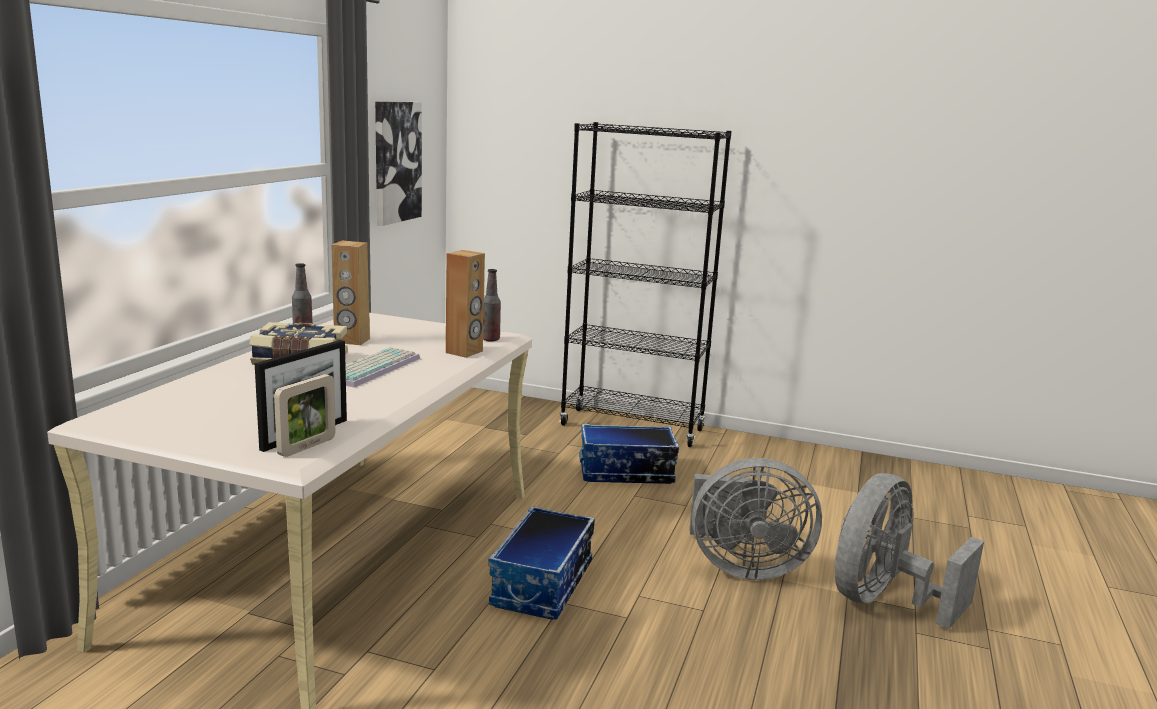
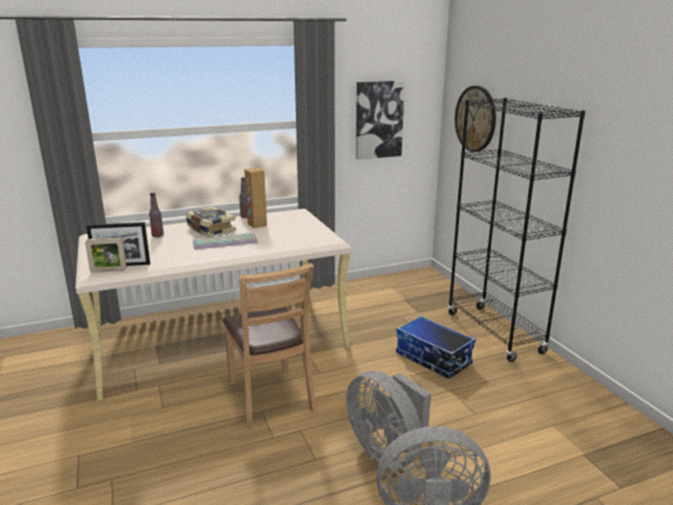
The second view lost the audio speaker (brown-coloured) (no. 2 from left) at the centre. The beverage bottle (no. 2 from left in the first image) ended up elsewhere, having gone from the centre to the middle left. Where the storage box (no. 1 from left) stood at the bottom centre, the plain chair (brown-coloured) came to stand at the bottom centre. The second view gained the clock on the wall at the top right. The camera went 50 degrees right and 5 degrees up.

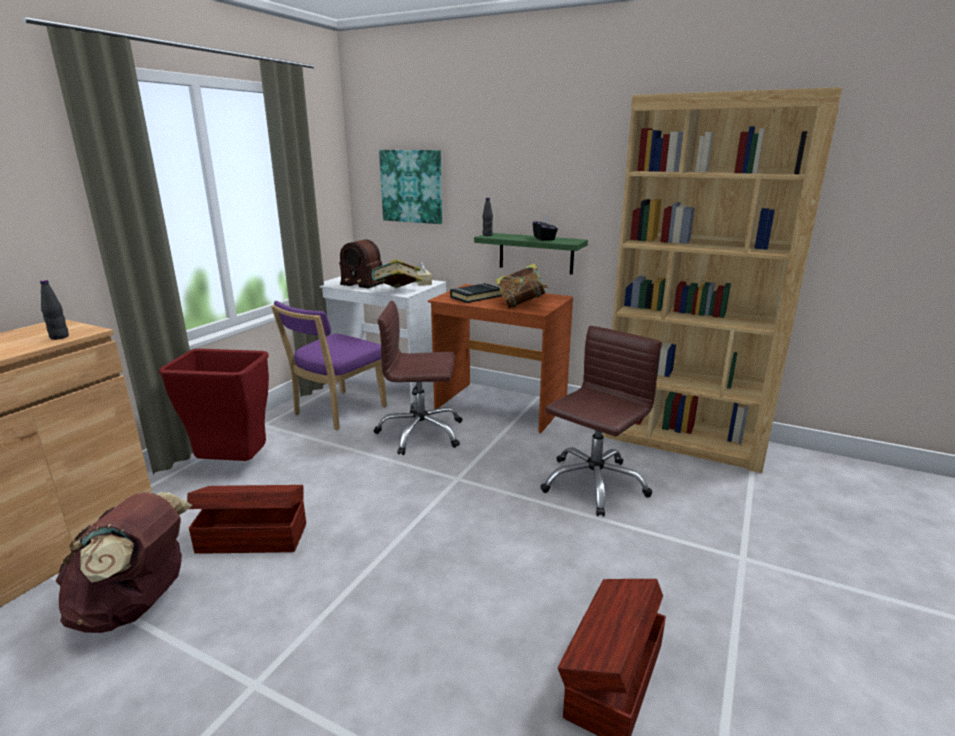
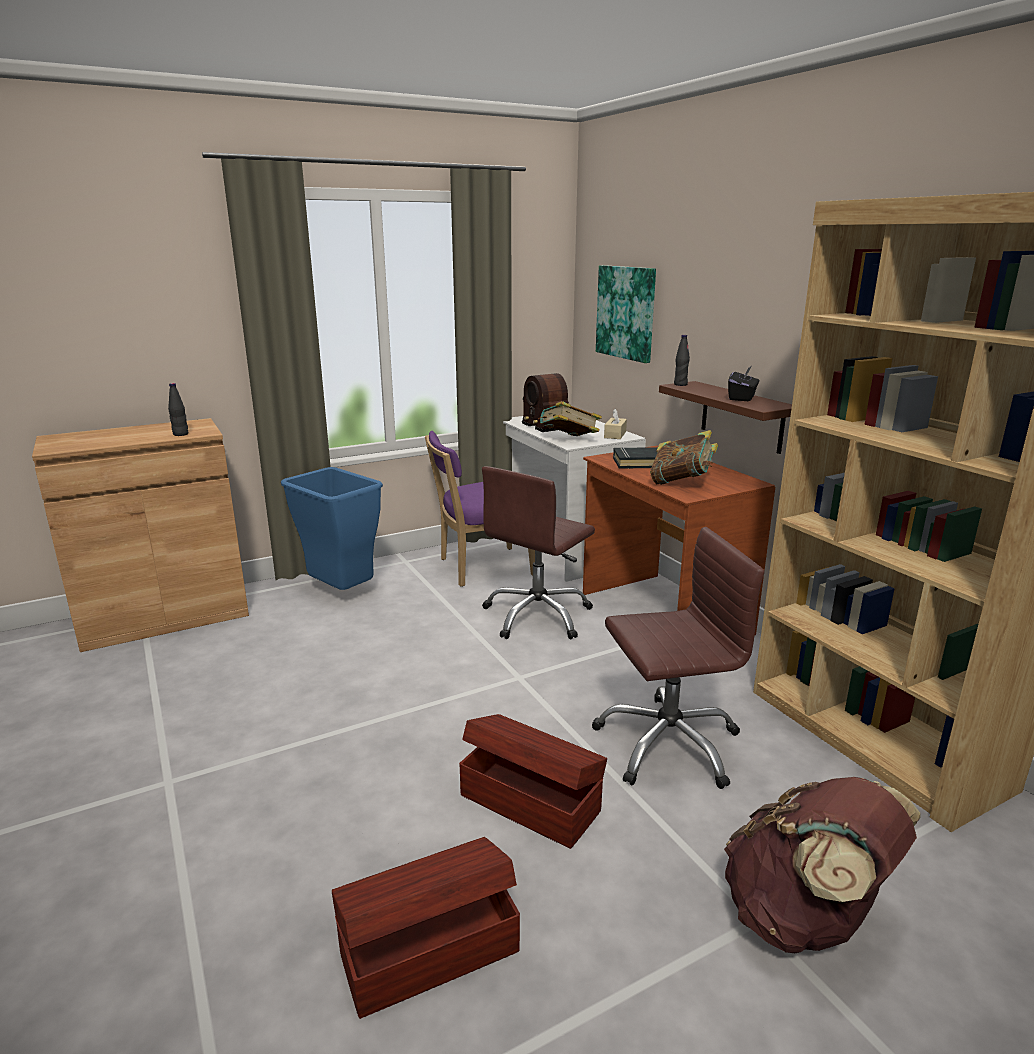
The backpack (brown-coloured) ended up elsewhere, having gone from the bottom left to the bottom right. What was the trash can (red) at the middle left turned into the trash can (blue-coloured) at the middle left. The storage box (brown-coloured) (no. 1 from left in the first image) ended up elsewhere, having gone from the bottom left to the bottom centre. The computer chair (brown-coloured) (no. 1 from left) at the centre ended up facing another way, 90 degrees counterclockwise from before. What was the wall shelf (green-coloured) at the centre turned into the wall shelf (brown-coloured) at the middle right. The camera went 35 degrees right and 0 degrees up.

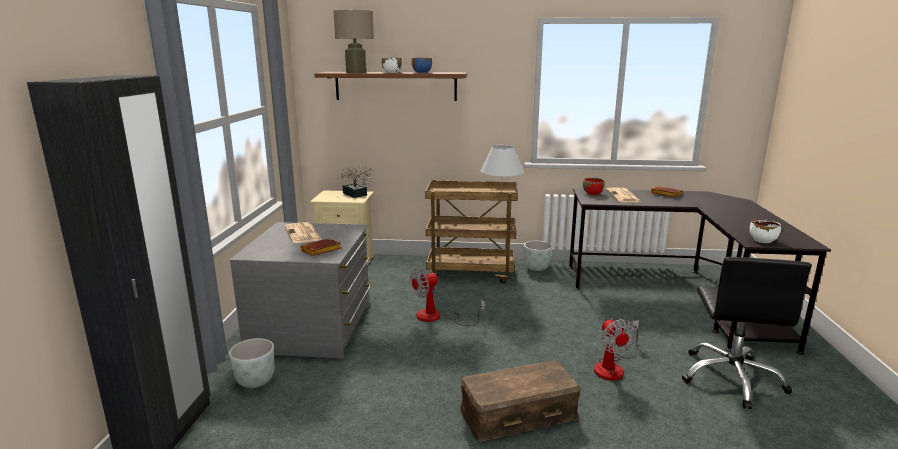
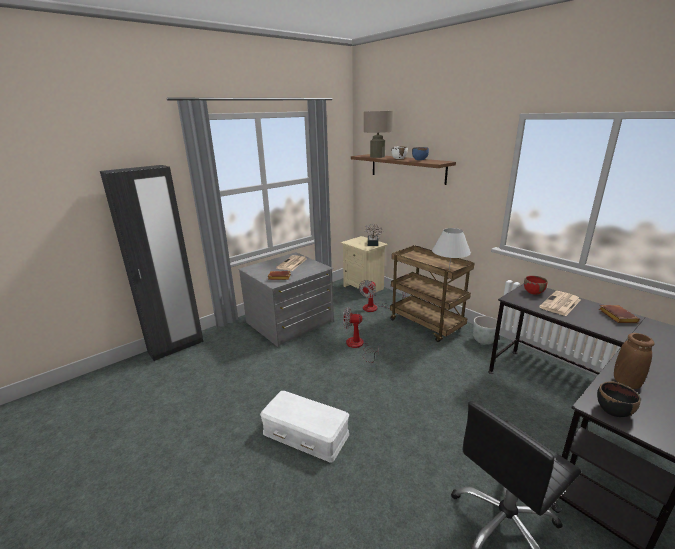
The second view lost the planter (gray) (no. 1 from left) at the bottom left. What was the storage box (brown-coloured) at the bottom centre turned into the storage box (white) at the bottom centre. The fan (no. 2 from left) ended up elsewhere, having gone from the bottom right to the centre. What was the deep dish (white) (no. 2 from left) at the middle right turned into the deep dish (blackish) at the bottom right. The second view gained the flower vase (brown-coloured) at the middle right. The camera went 45 degrees right and 5 degrees up.

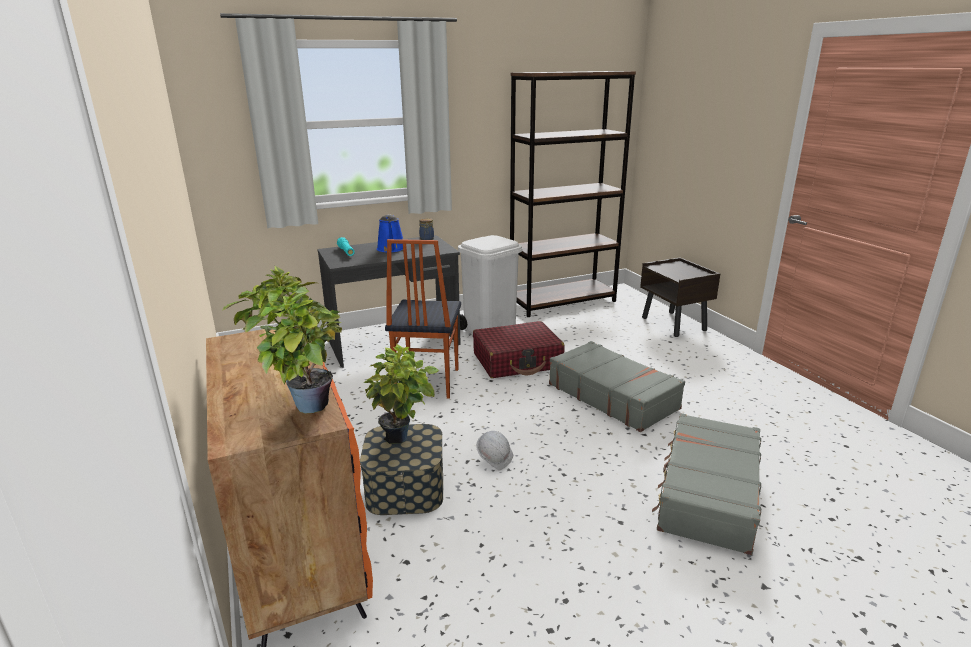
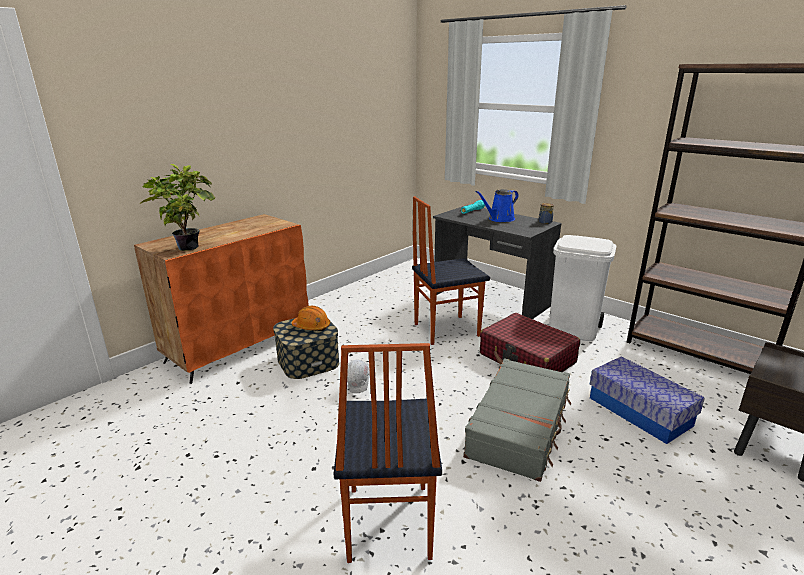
Where the plant in a pot (no. 2 from left) stood at the centre, the hard hat (orange) came to stand at the centre. Where the travel case (gray) (no. 2 from left) stood at the bottom right, the plain chair (no. 1 from left) came to stand at the bottom centre. The second view gained the storage box (no. 2 from left) at the bottom right. The camera went 65 degrees right and 0 degrees up.

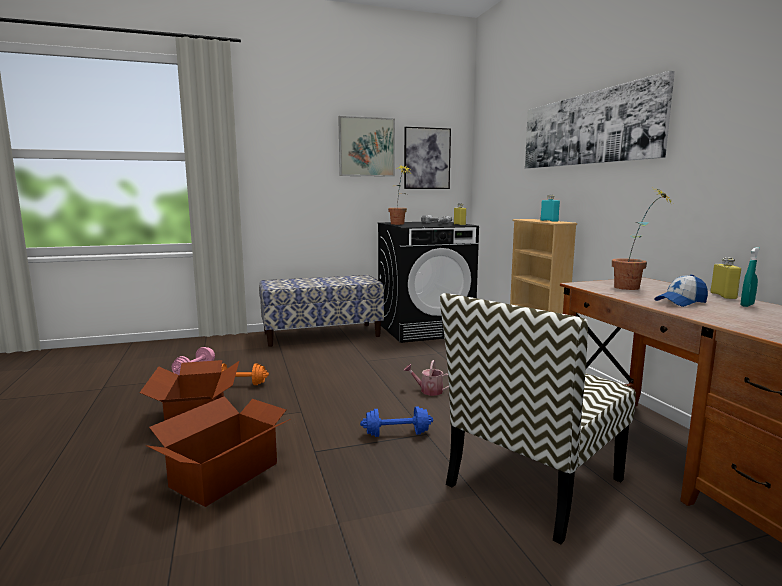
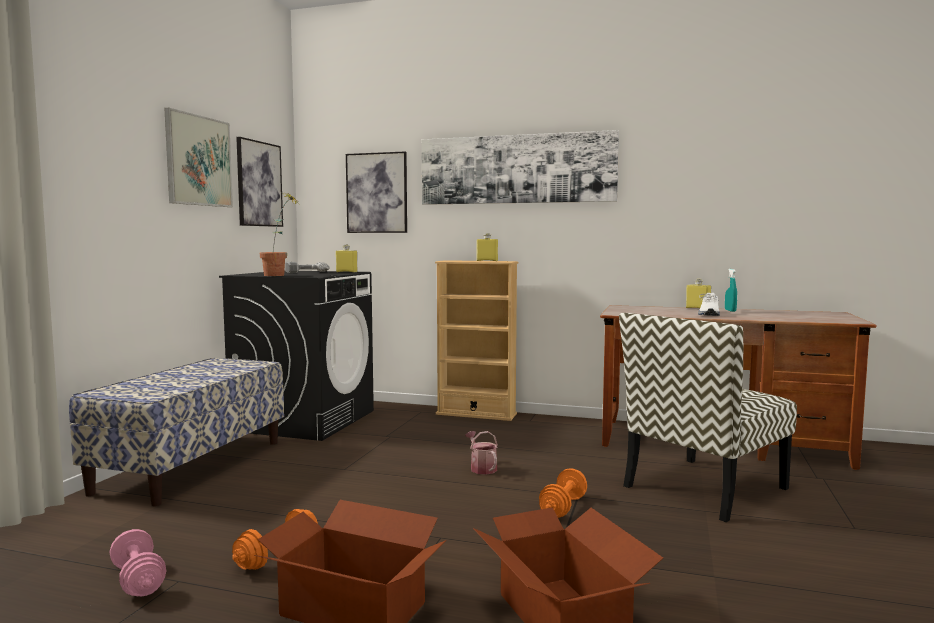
What was the hand weight (blue-coloured) at the bottom centre turned into the hand weight (orange) (no. 2 from left) at the bottom centre. The watering can at the centre ended up facing another way, 105 degrees clockwise from before. The plain chair at the bottom right ended up facing another way, 60 degrees clockwise from before. What was the beverage bottle (turquoise-coloured) at the middle right turned into the beverage bottle (yellow) (no. 2 from left) at the centre. The second view lost the plant in a pot (no. 2 from left) at the middle right. Where the cap stood at the middle right, the item of footwear (white) came to stand at the middle right. The second view gained the wall art (no. 3 from left) at the top centre. The camera went 55 degrees left and 5 degrees down.

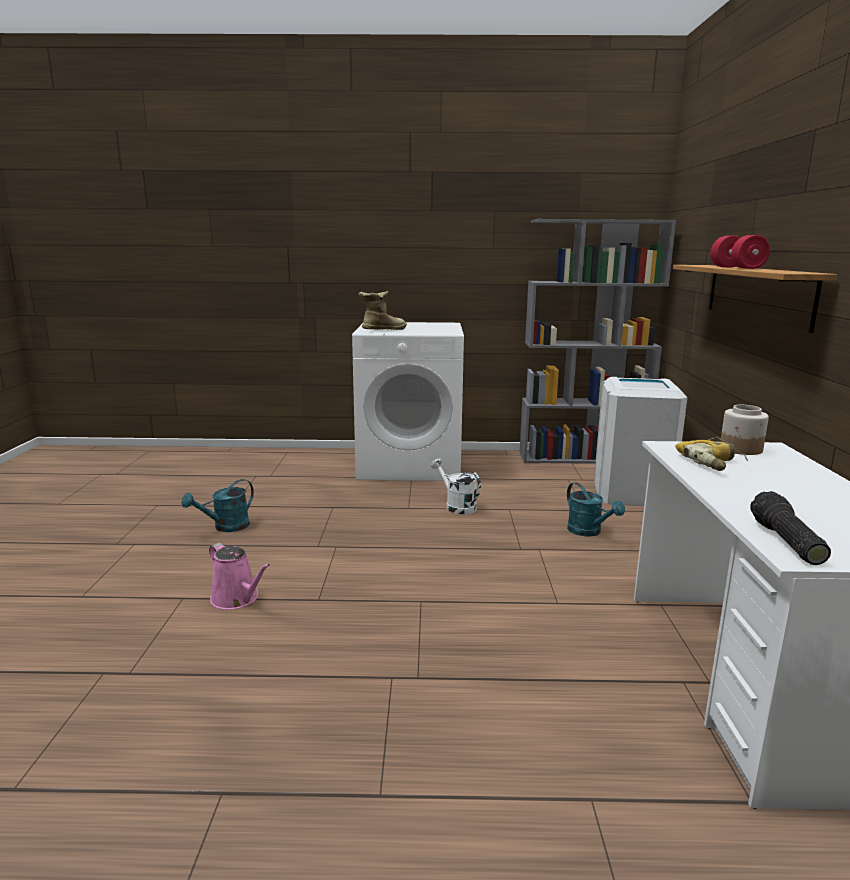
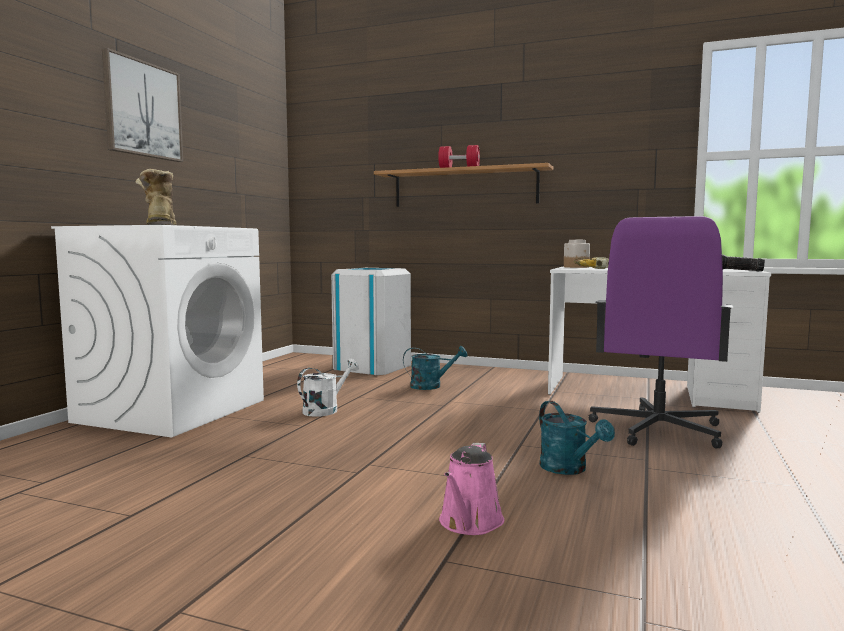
The watering can (turquoise-coloured) (no. 1 from left in the first image) ended up elsewhere, having gone from the middle left to the bottom right. The watering can (pink) at the middle left ended up facing another way, 135 degrees clockwise from before. The watering can (white) at the centre ended up facing another way, 150 degrees clockwise from before. The second view lost the bookshelf (gray) at the middle right. The second view gained the wall art at the top left. The second view gained the computer chair (purplish) at the middle right. The camera went 70 degrees left and 10 degrees down.

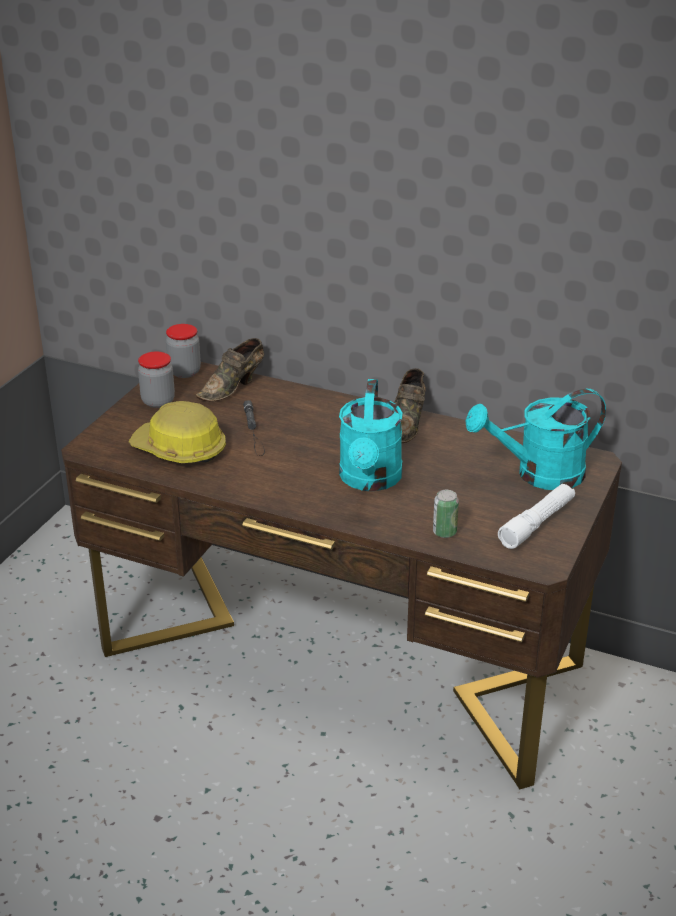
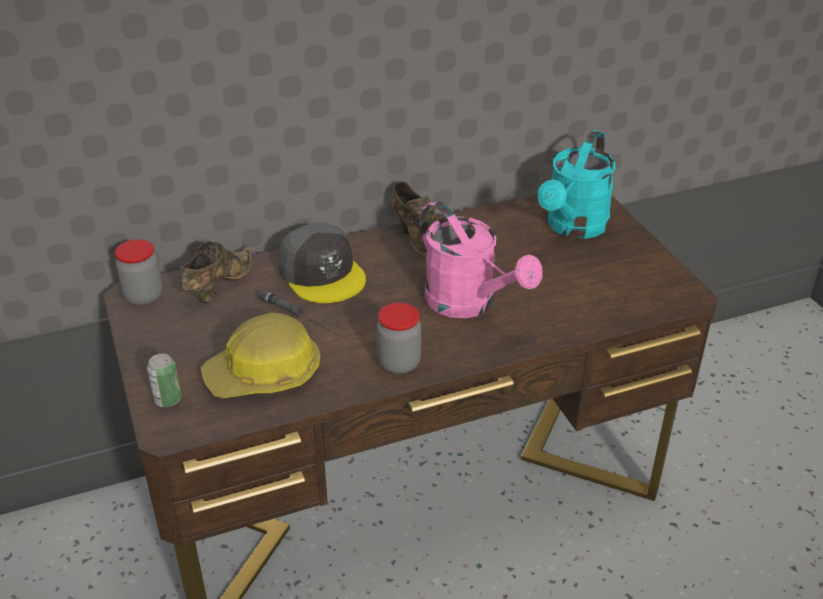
The jar (no. 1 from left in the first image) ended up elsewhere, having gone from the middle left to the centre. The item of footwear (brown-coloured) (no. 1 from left) at the centre ended up facing another way, 150 degrees counterclockwise from before. What was the watering can (turquoise-coloured) (no. 1 from left) at the centre turned into the watering can (pink) at the centre. The can ended up elsewhere, having gone from the centre to the middle left. The second view lost the flashlight (white) at the middle right. The second view gained the cap (gray) at the centre. The camera went 45 degrees left and 5 degrees up.

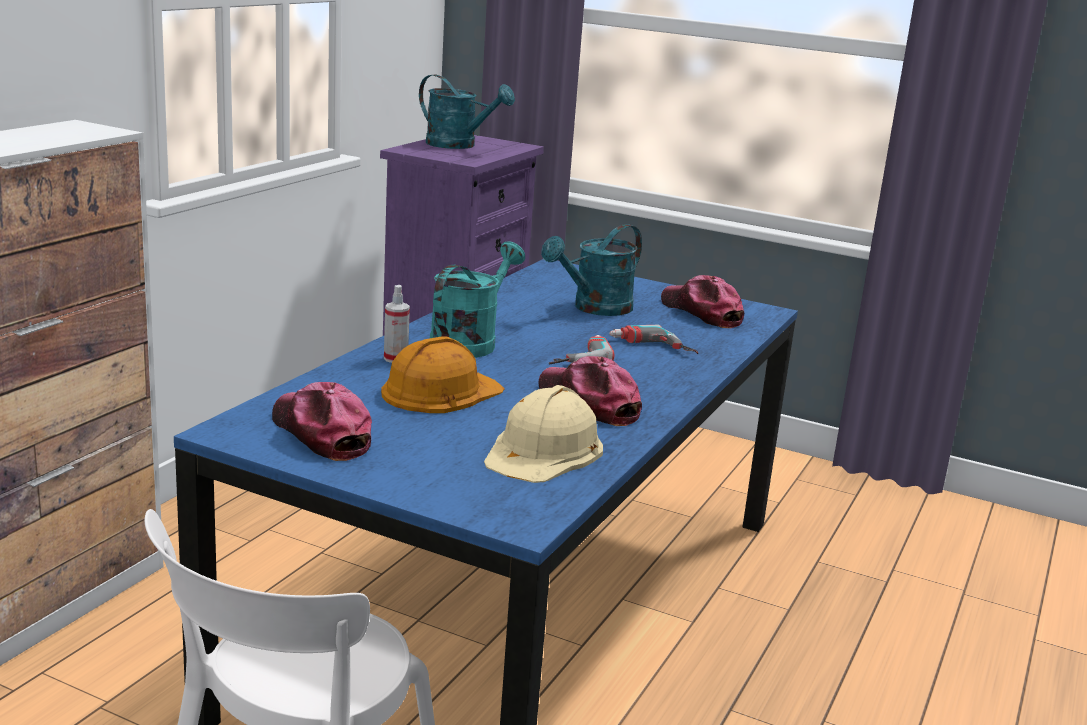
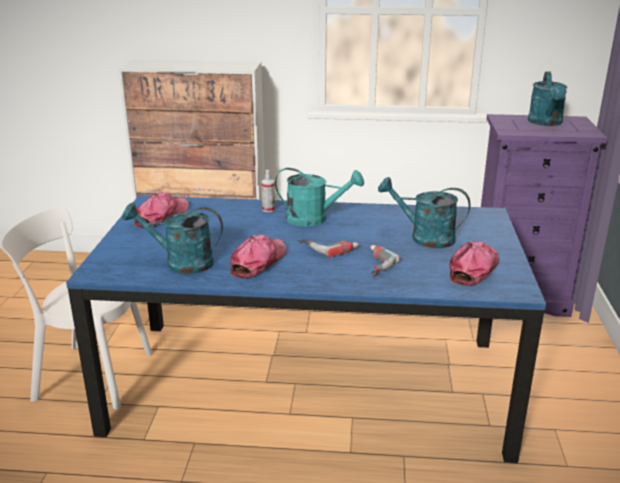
The second view lost the hard hat (orange) at the centre. Where the hard hat (beige) stood at the centre, the watering can (turquoise-coloured) (no. 1 from left) came to stand at the middle left. The camera went 70 degrees right and 5 degrees up.

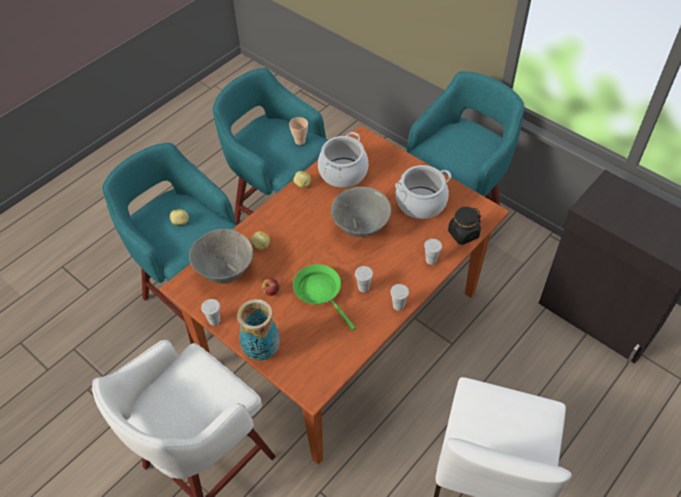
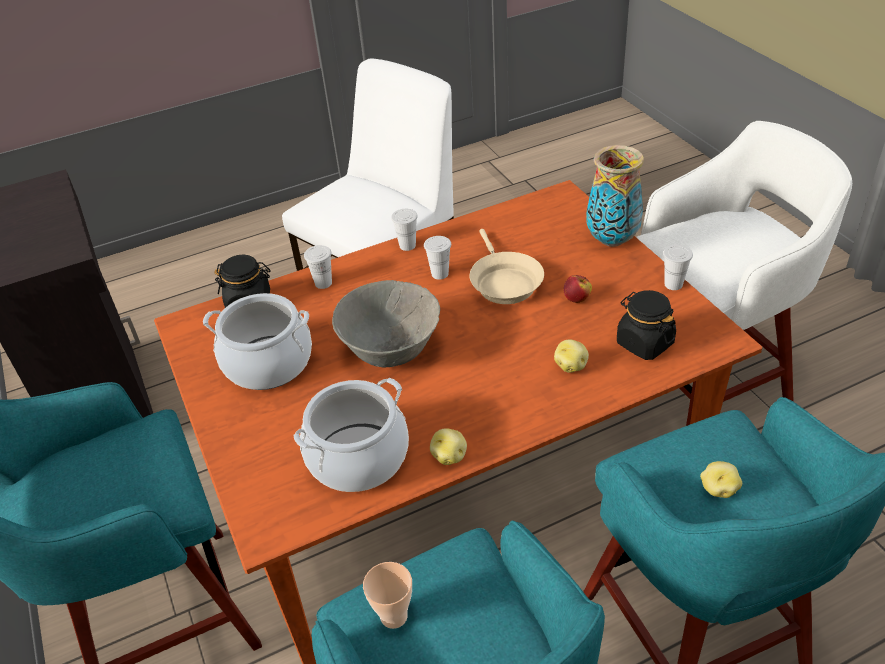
Where the deep dish (gray) (no. 1 from left) stood at the middle left, the jar (blackish) (no. 2 from left) came to stand at the middle right. What was the pan (green-coloured) at the centre turned into the pan (beige) at the centre. The camera went 155 degrees left and 10 degrees down.

